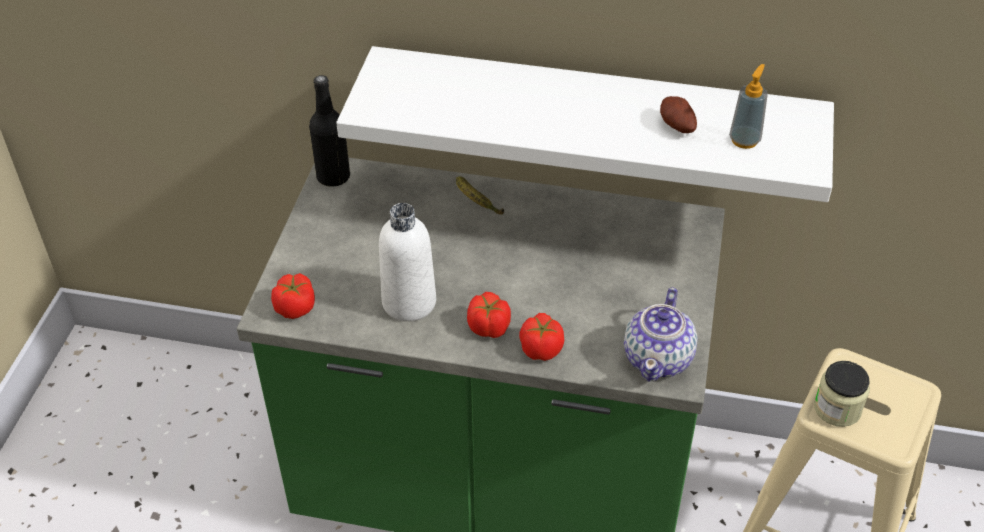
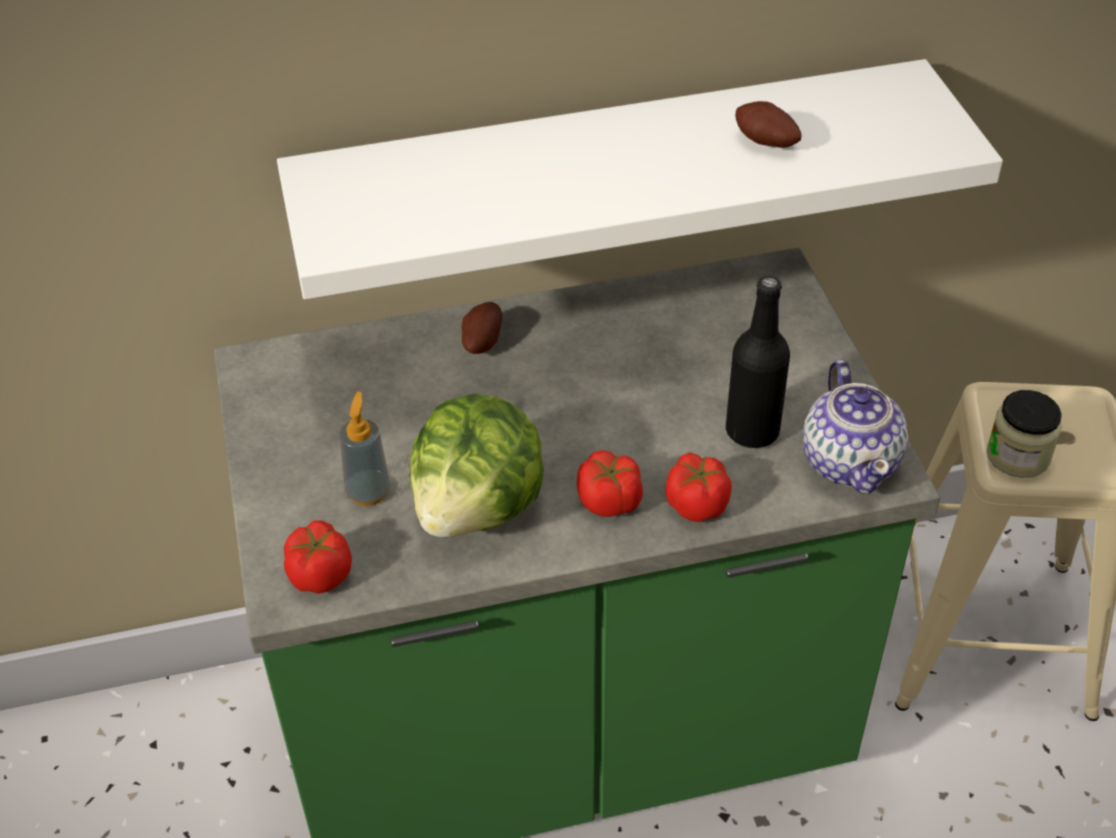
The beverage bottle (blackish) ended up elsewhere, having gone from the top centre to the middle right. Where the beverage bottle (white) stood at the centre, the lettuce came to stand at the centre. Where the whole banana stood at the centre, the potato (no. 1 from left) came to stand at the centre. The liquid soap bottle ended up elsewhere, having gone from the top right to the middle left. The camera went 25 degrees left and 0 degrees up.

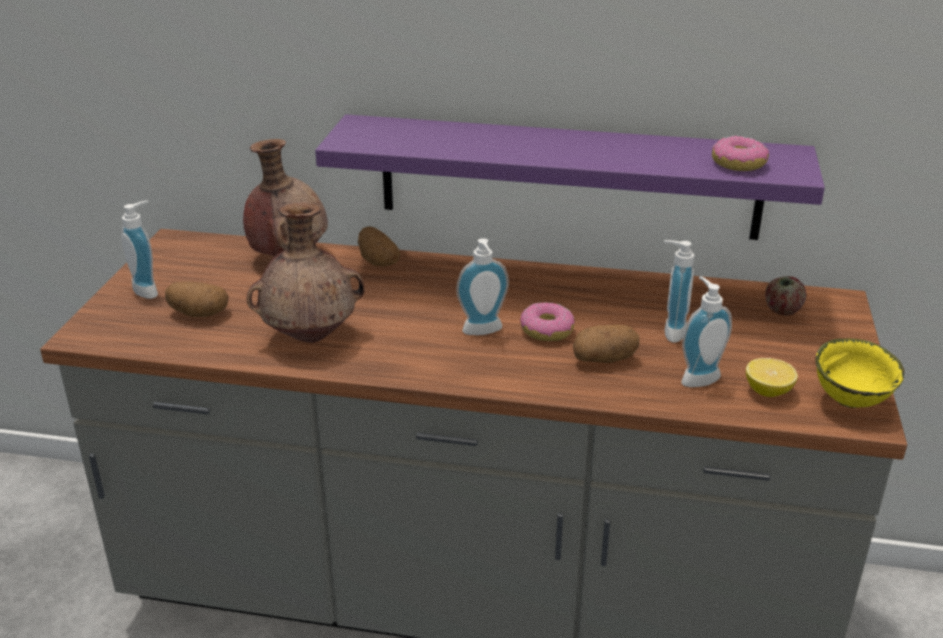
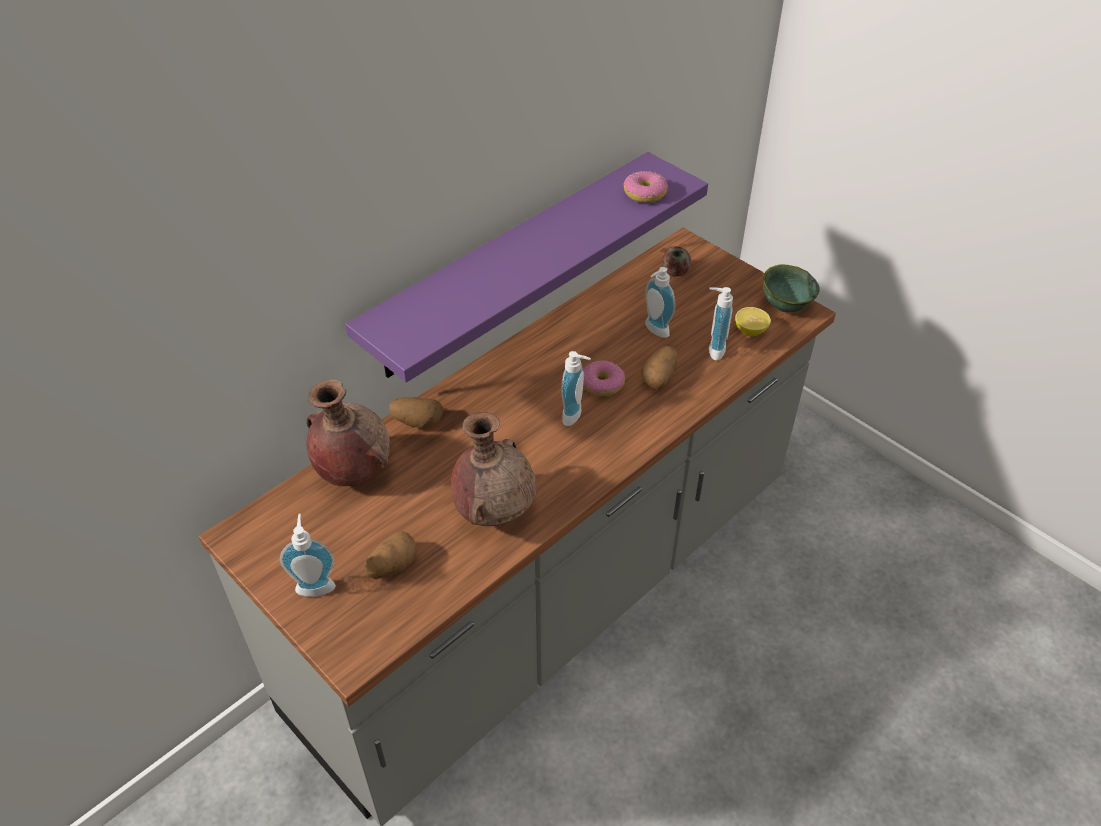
What was the deep dish (yellow) at the middle right turned into the deep dish (green-coloured) at the middle right. The camera went 55 degrees left and 15 degrees up.

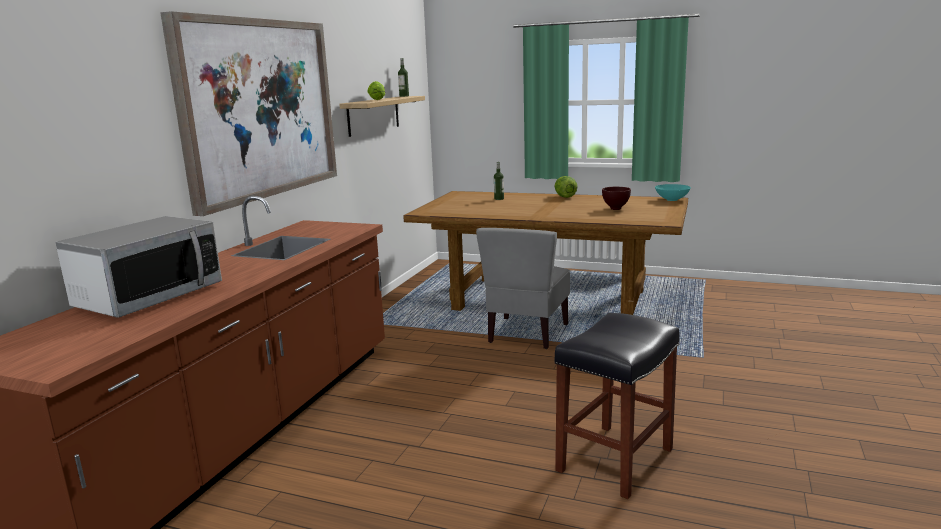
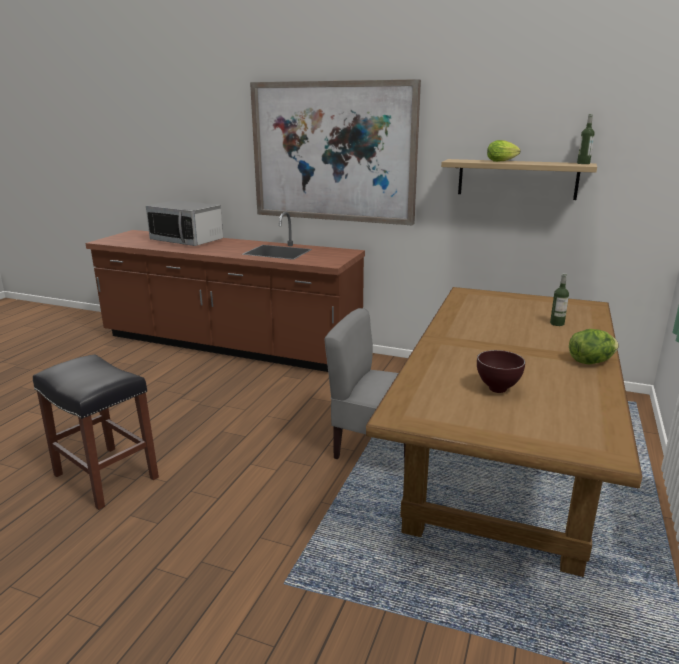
The second view lost the deep dish (turquoise-coloured) at the middle right. The camera went 90 degrees right and 5 degrees up.

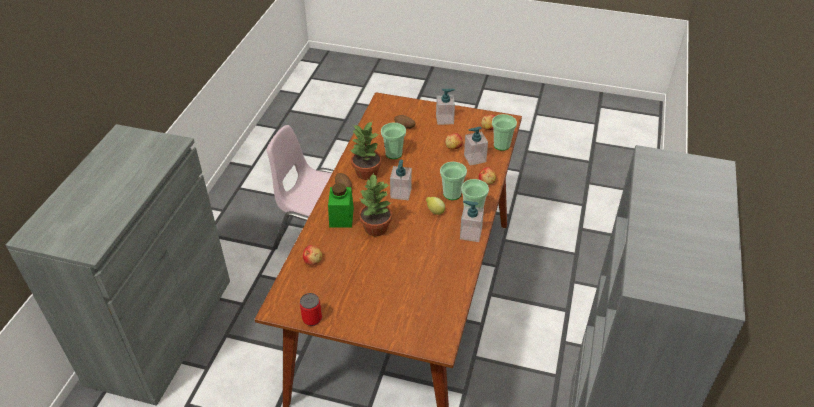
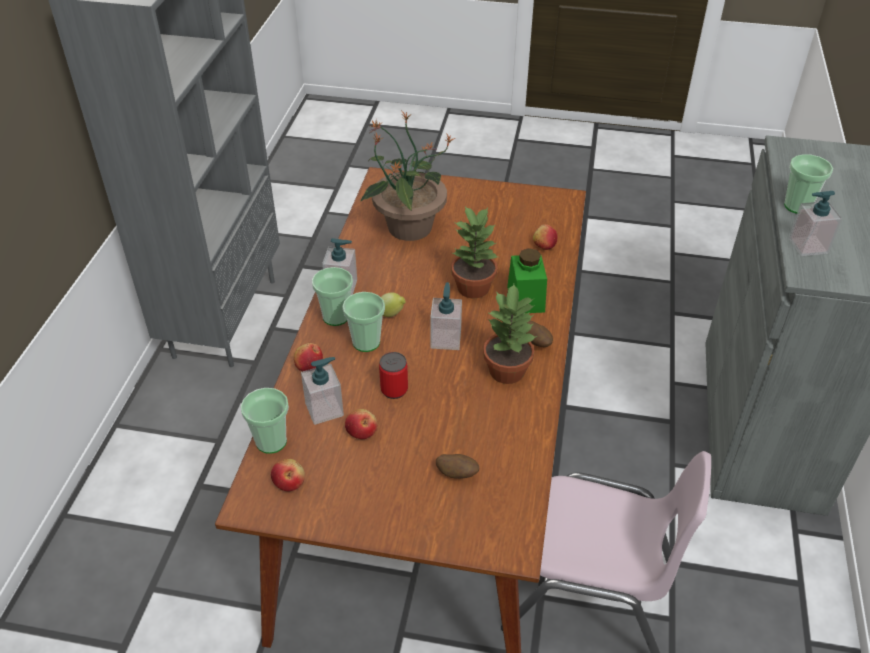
The can ended up elsewhere, having gone from the bottom centre to the centre. The small cup (no. 1 from left in the first image) ended up elsewhere, having gone from the centre to the top right. The liquid soap bottle (no. 2 from left in the first image) ended up elsewhere, having gone from the top centre to the middle right. The second view gained the plant in a pot (no. 1 from left) at the top centre. The camera went 175 degrees right and 0 degrees up.

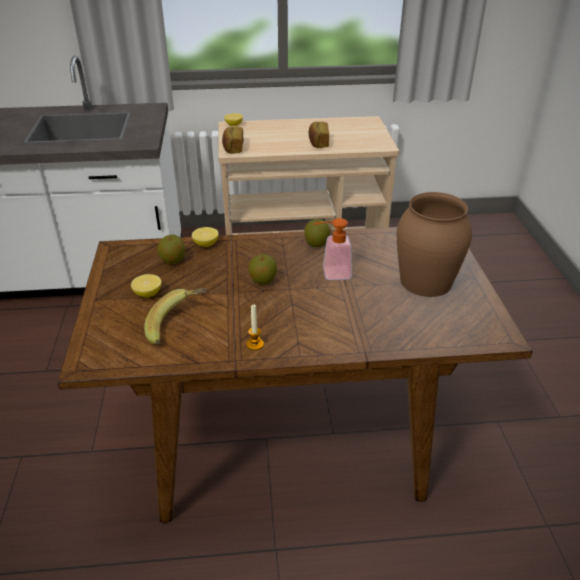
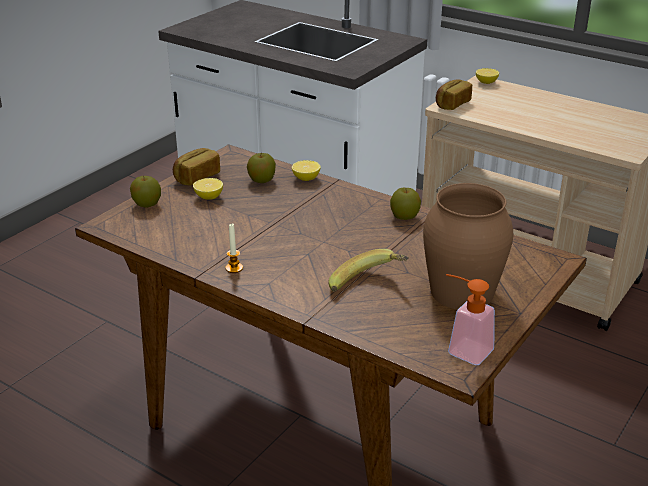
The whole banana ended up elsewhere, having gone from the middle left to the centre. The whole apple (no. 2 from left in the first image) ended up elsewhere, having gone from the centre to the middle left. The bakery bread (no. 2 from left in the first image) ended up elsewhere, having gone from the top centre to the middle left. The liquid soap bottle ended up elsewhere, having gone from the centre to the middle right. The camera went 40 degrees right and 5 degrees down.

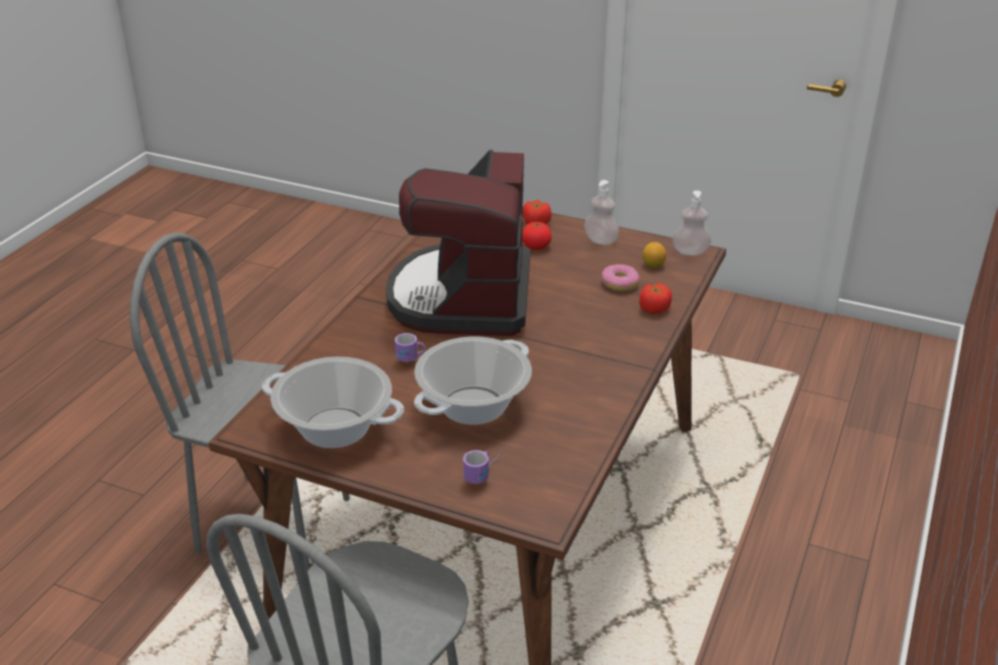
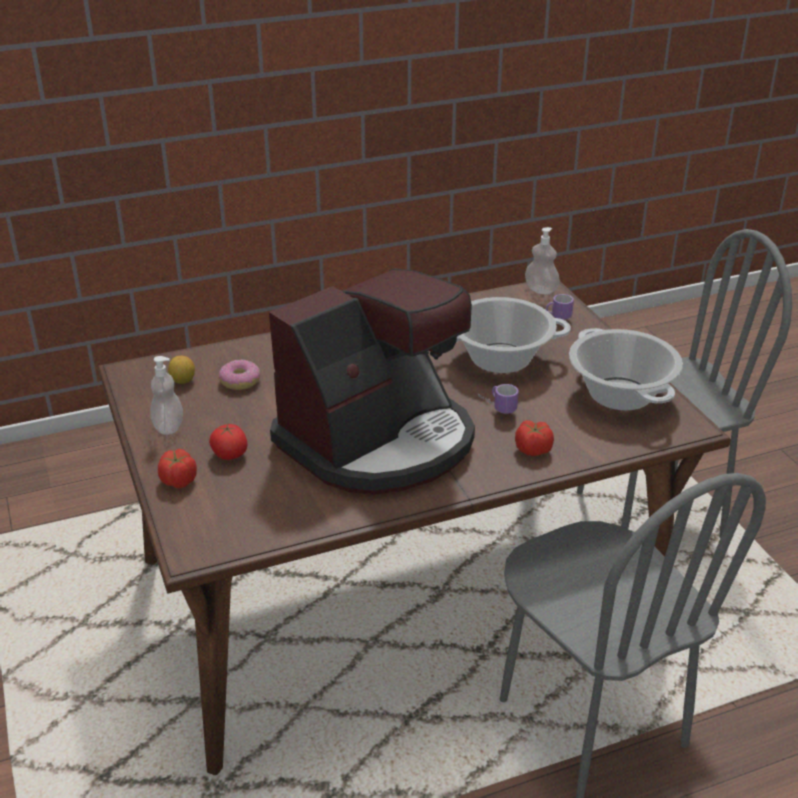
The tomato (no. 3 from left) ended up elsewhere, having gone from the centre to the middle right. The liquid soap bottle (no. 2 from left) ended up elsewhere, having gone from the middle right to the top right. The camera went 135 degrees left and 0 degrees up.

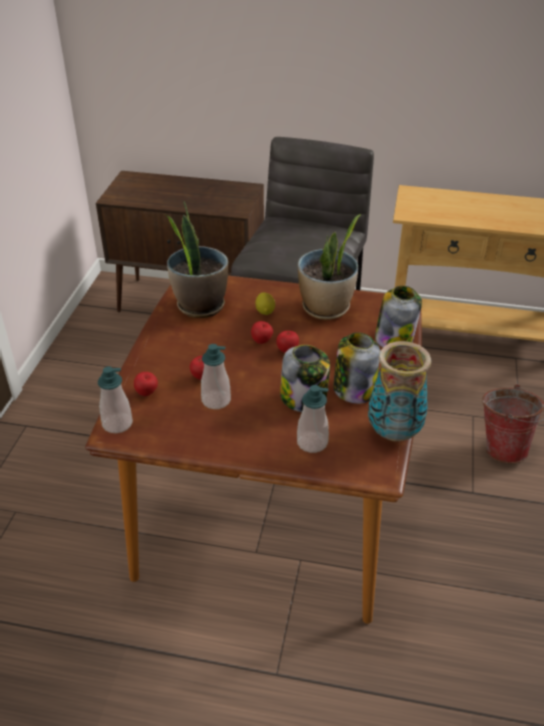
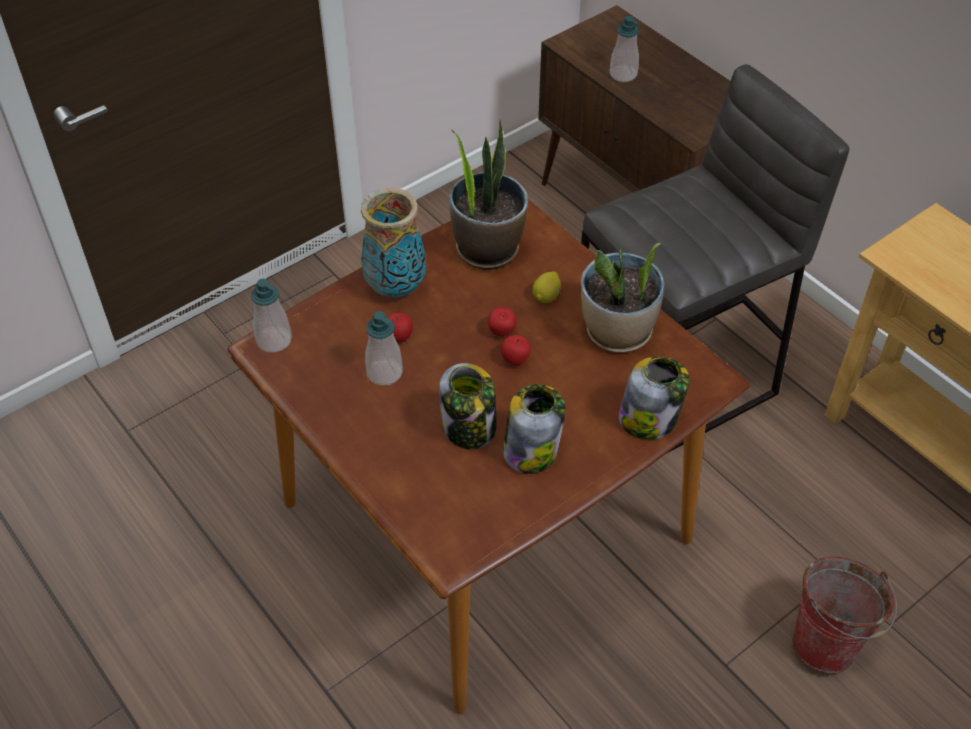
The second view lost the whole apple (no. 1 from left) at the middle left. The liquid soap bottle (no. 3 from left) ended up elsewhere, having gone from the centre to the top centre. The flower vase ended up elsewhere, having gone from the middle right to the top centre. The camera went 40 degrees right and 10 degrees up.

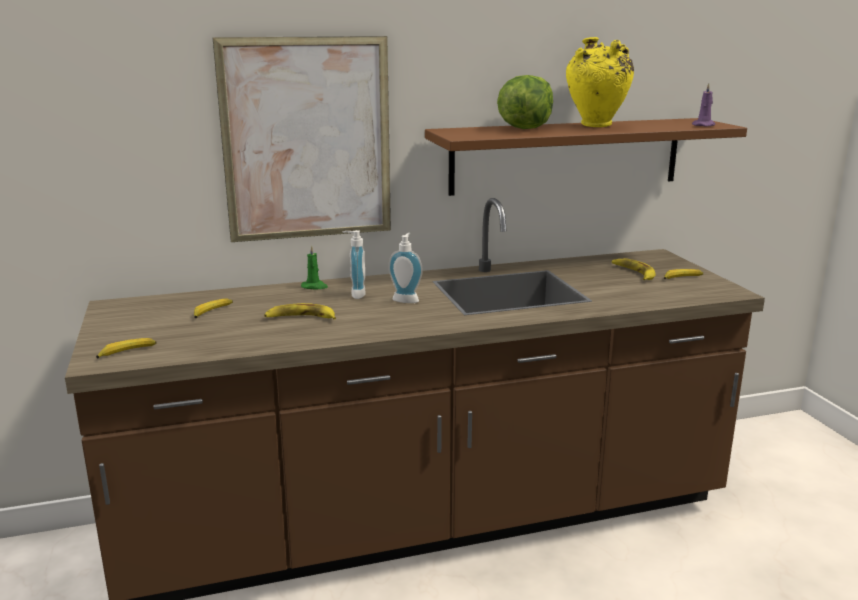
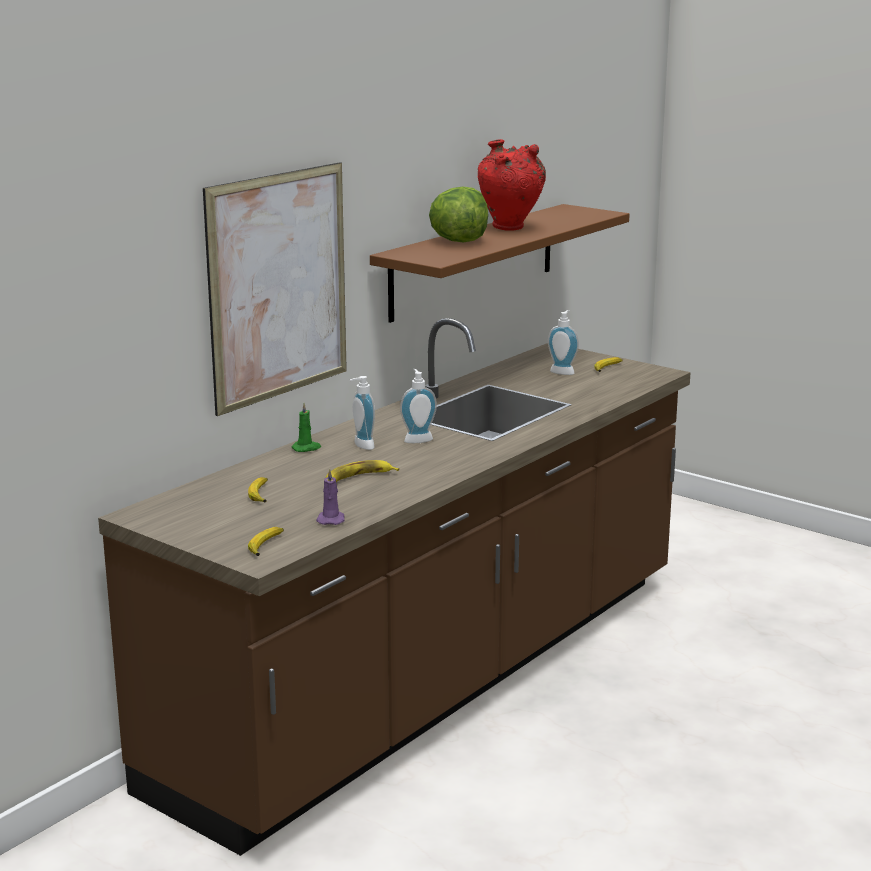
What was the flower vase (yellow) at the top right turned into the flower vase (red) at the top centre. Where the whole banana (no. 4 from left) stood at the middle right, the liquid soap bottle (no. 3 from left) came to stand at the centre. The candle (purplish) ended up elsewhere, having gone from the top right to the centre. The camera went 35 degrees left and 0 degrees up.

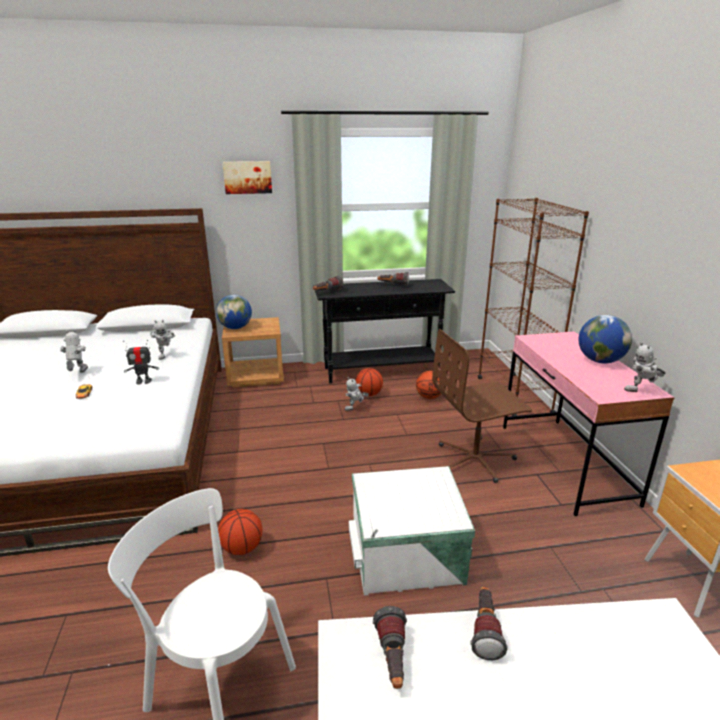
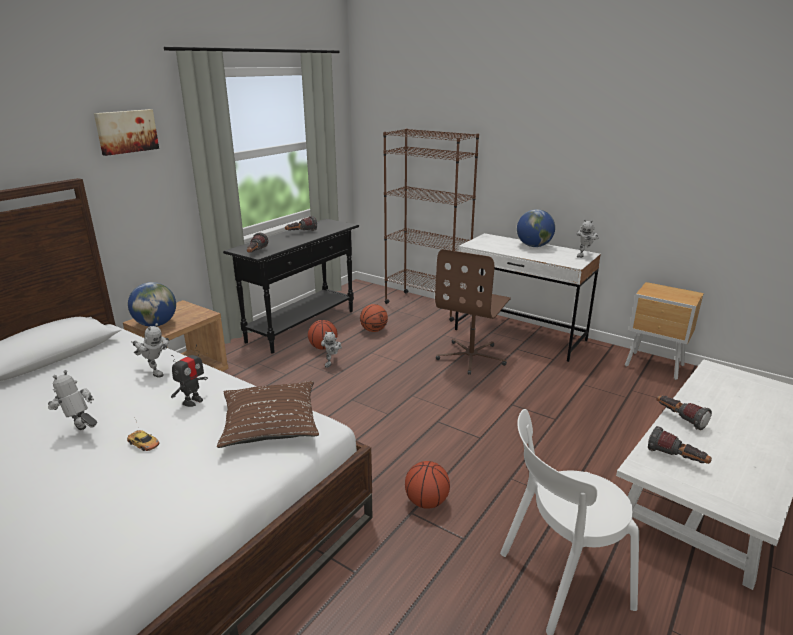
The second view lost the storage box (white) at the bottom centre. What was the desk table (pink) at the middle right turned into the desk table (white) at the centre. The second view gained the throw pillow (brown-coloured) at the centre. The camera went 45 degrees left and 0 degrees up.

